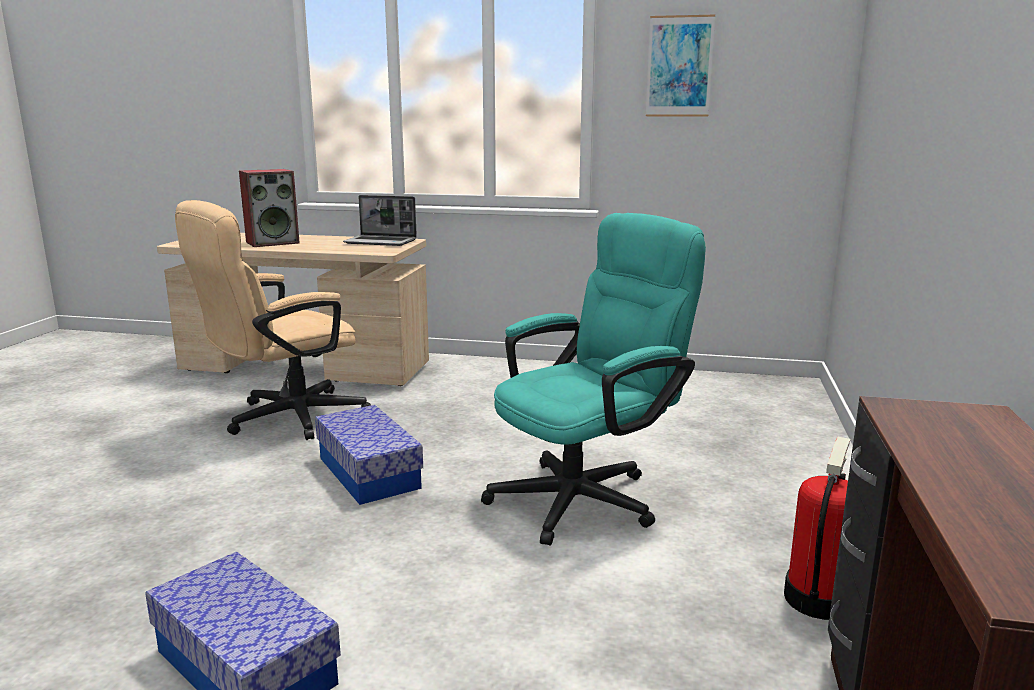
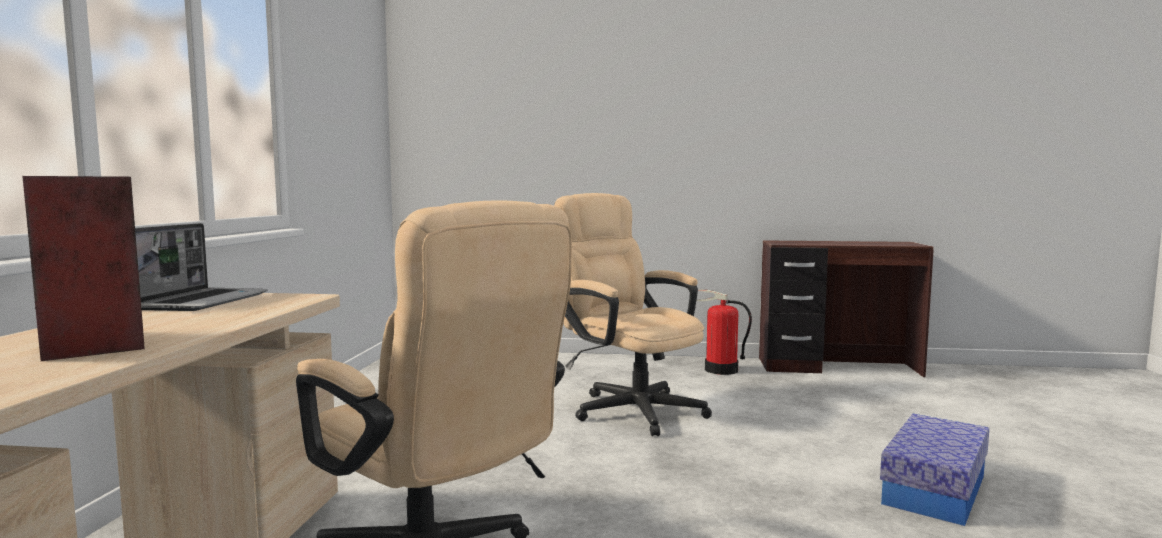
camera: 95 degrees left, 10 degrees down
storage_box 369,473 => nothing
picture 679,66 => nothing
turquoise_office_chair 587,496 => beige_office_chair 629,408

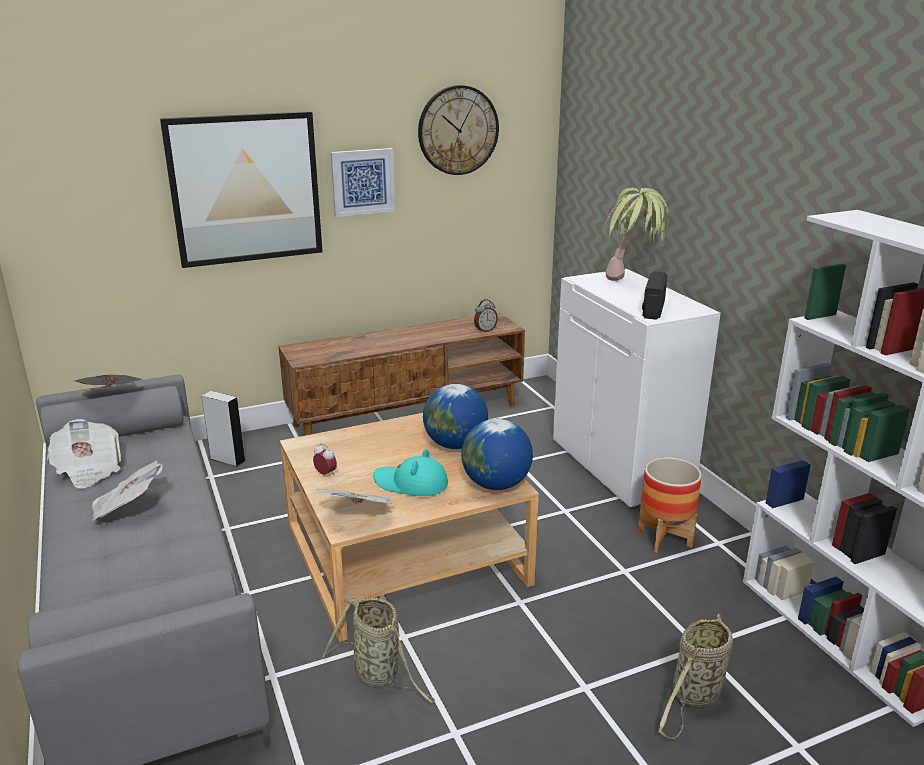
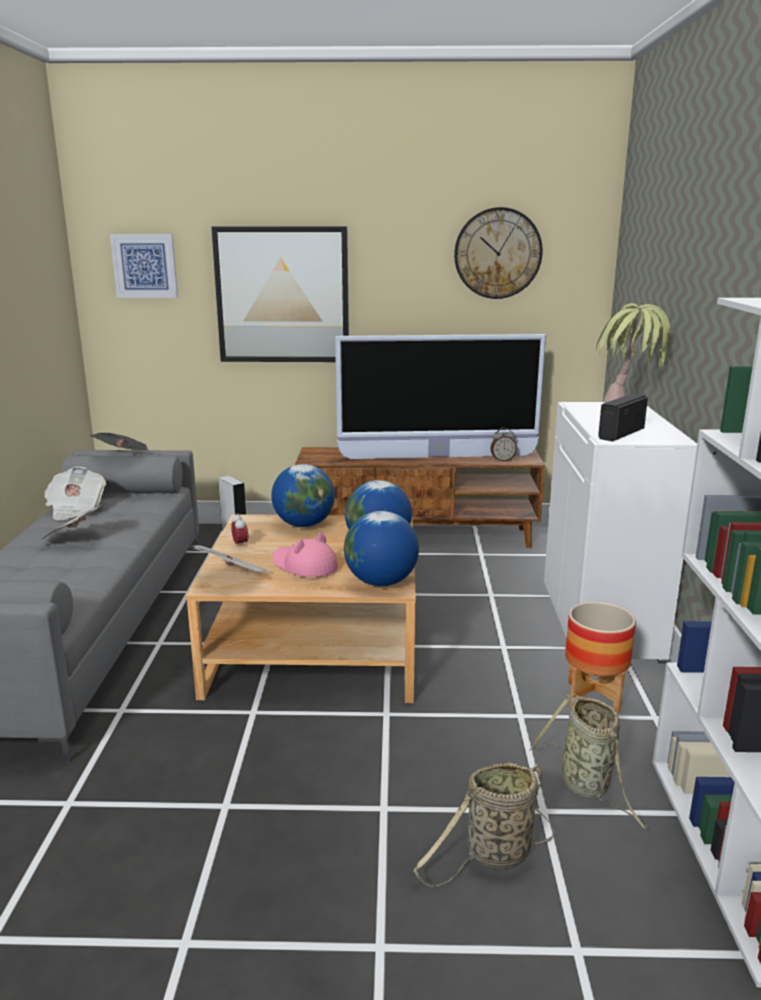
camera: 25 degrees right, 5 degrees down
nothing => globe 304,525
nothing => television 438,457
basket 379,675 => basket 587,787, moved
picture 362,182 => picture 145,266, moved
turquoise_hat 411,483 => pink_hat 304,565

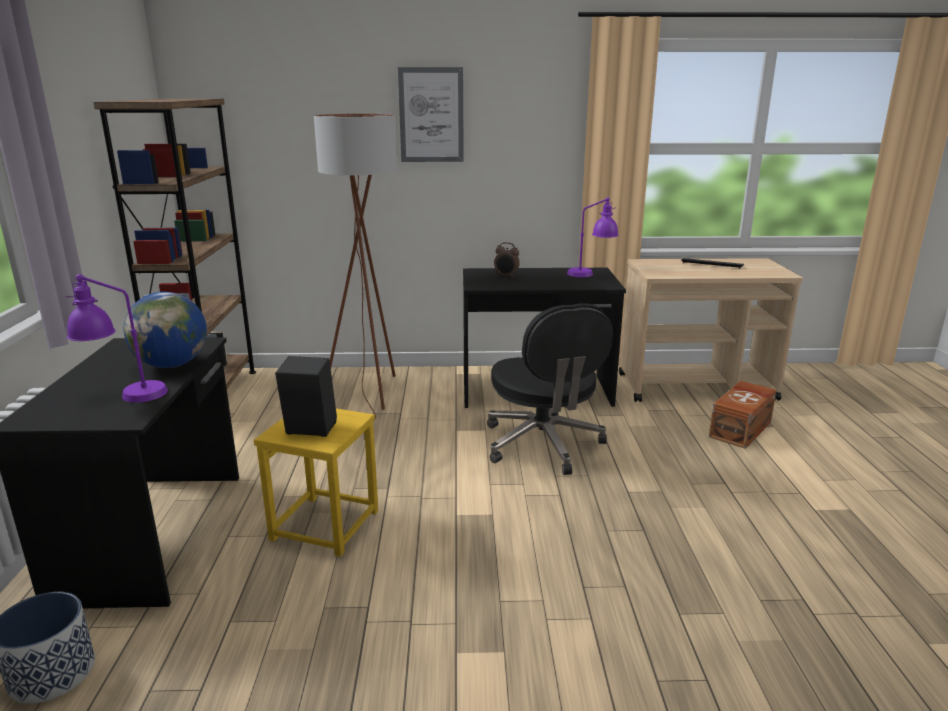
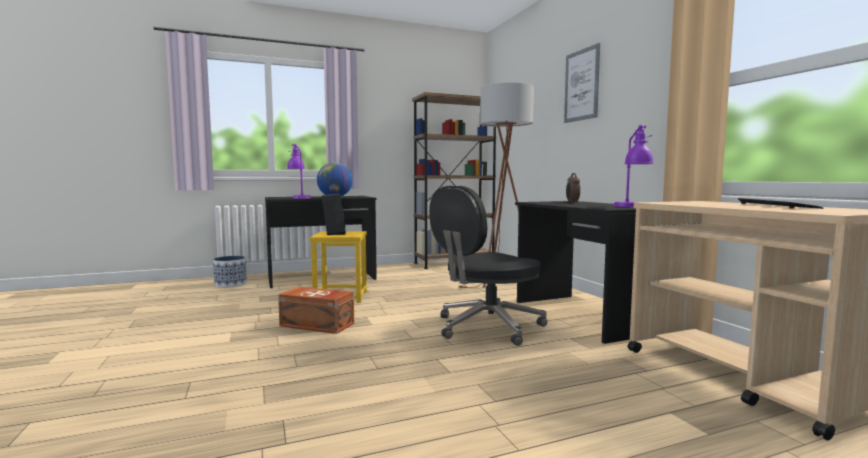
camera: 70 degrees right, 15 degrees down
brown_storage_box 742,429 => brown_storage_box 317,325, moved

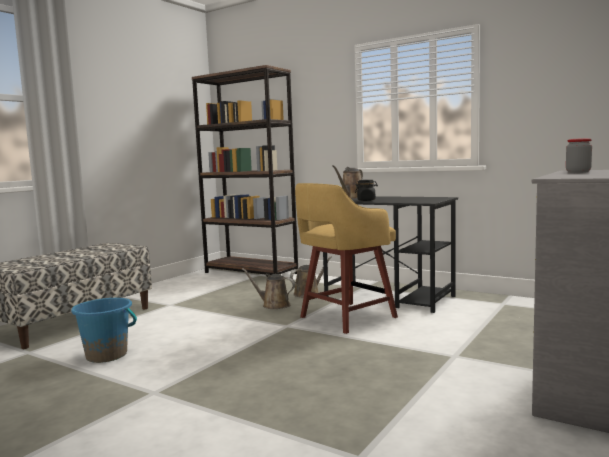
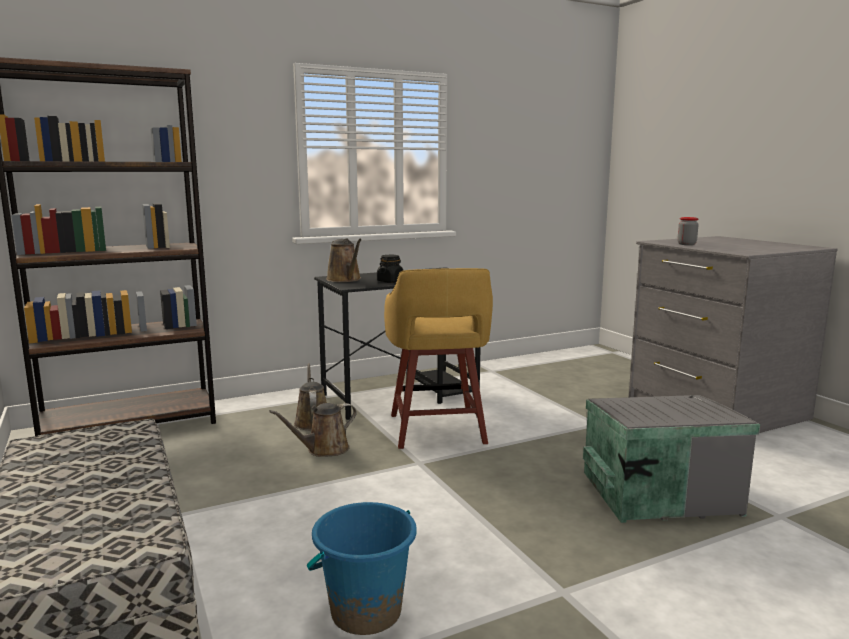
camera: 60 degrees left, 5 degrees up
nothing => grey_storage_box 657,492

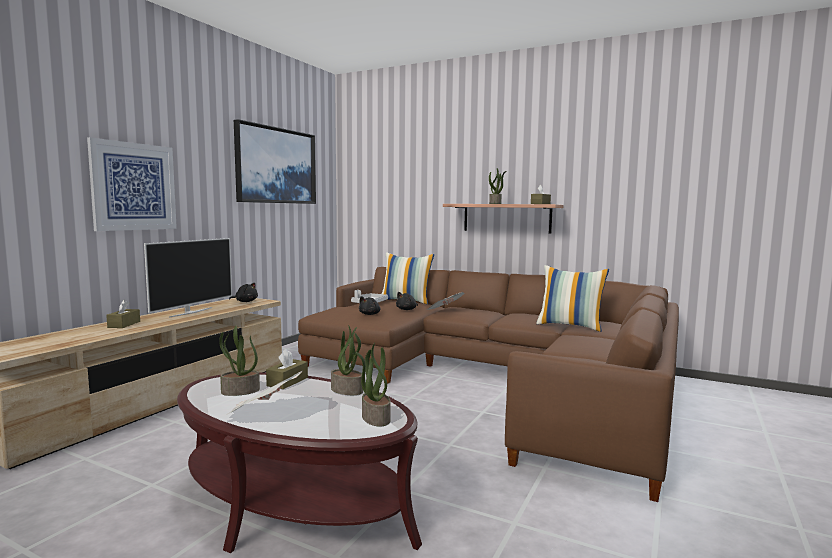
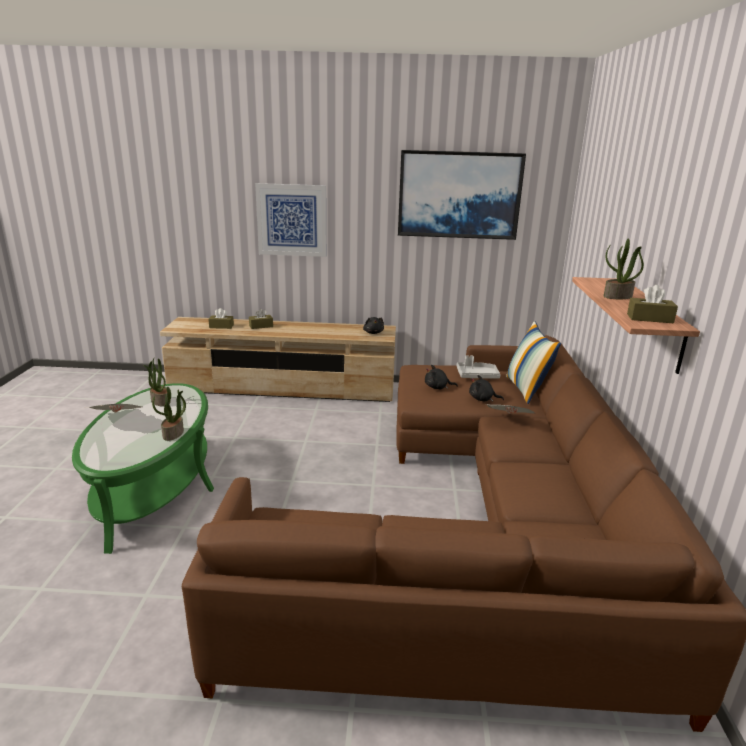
camera: 65 degrees right, 15 degrees up
television 191,312 => nothing
potted_plant 375,418 => nothing
pillow 570,326 => nothing
brown_tissue_box 287,381 => brown_tissue_box 221,326, moved
brown_coffee_table 293,502 => green_coffee_table 155,486

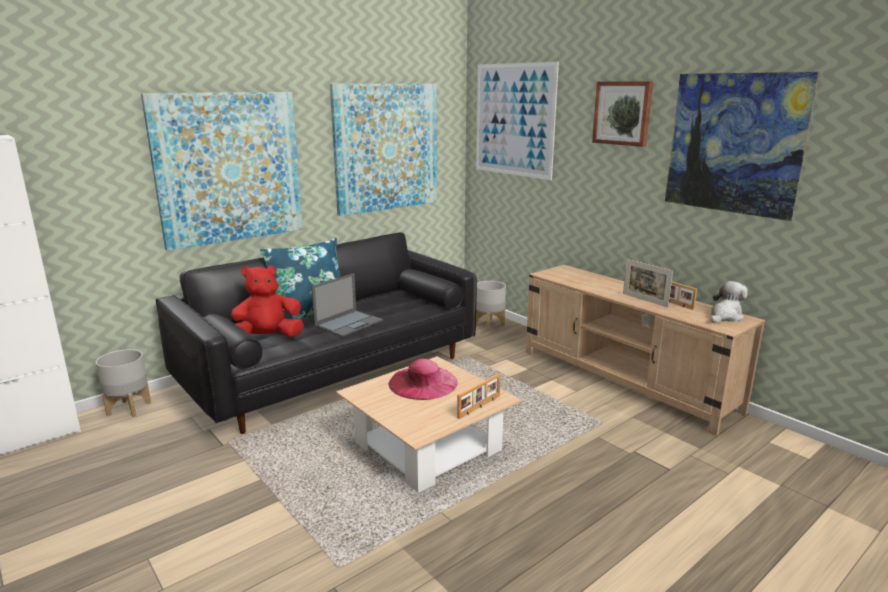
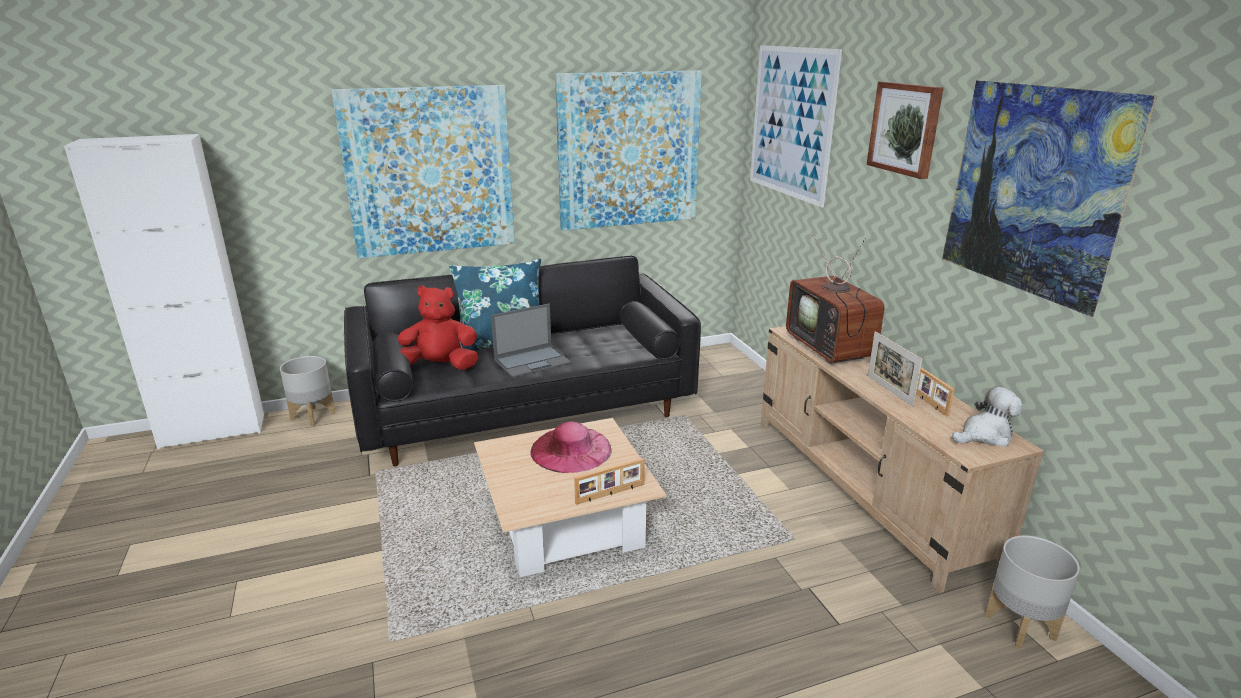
camera: 20 degrees right, 5 degrees up
nothing => television 833,349
grey_planter 489,324 => grey_planter 1020,626, moved

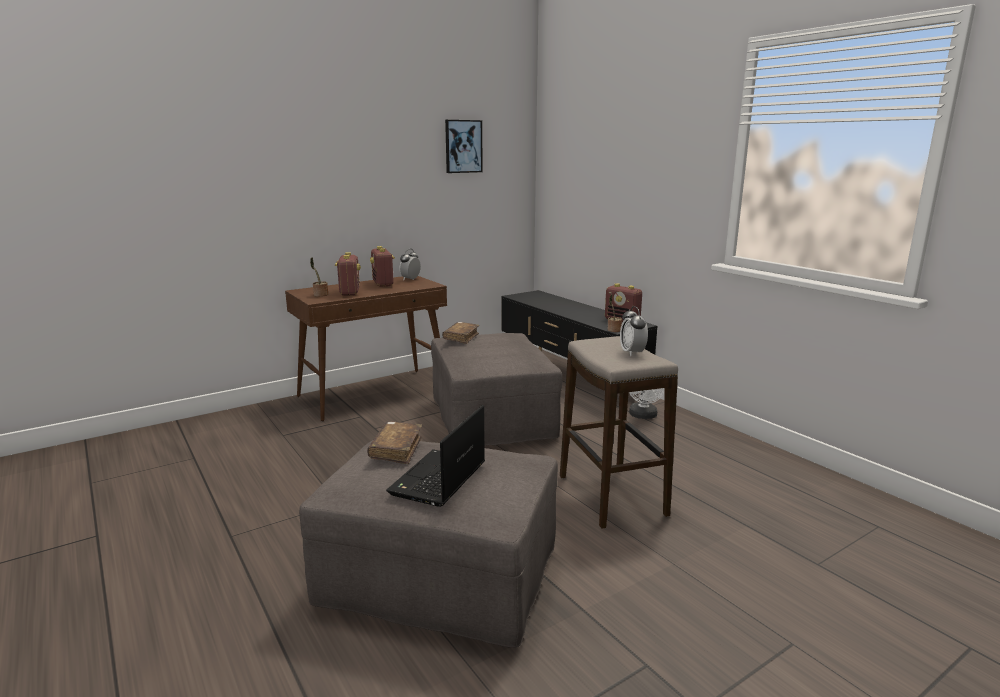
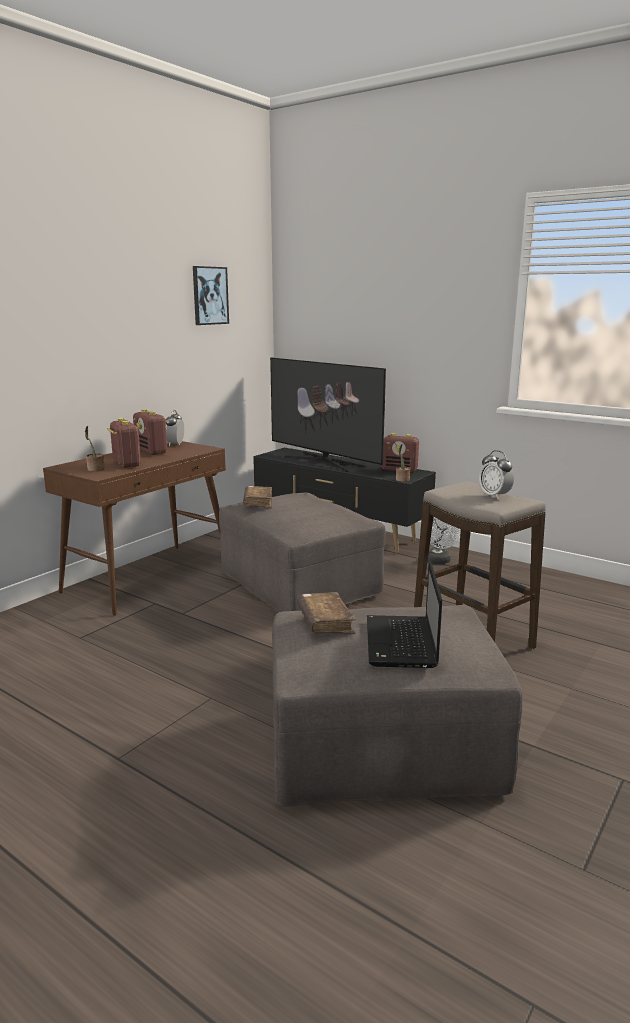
camera: 20 degrees left, 0 degrees up
nothing => television 324,461

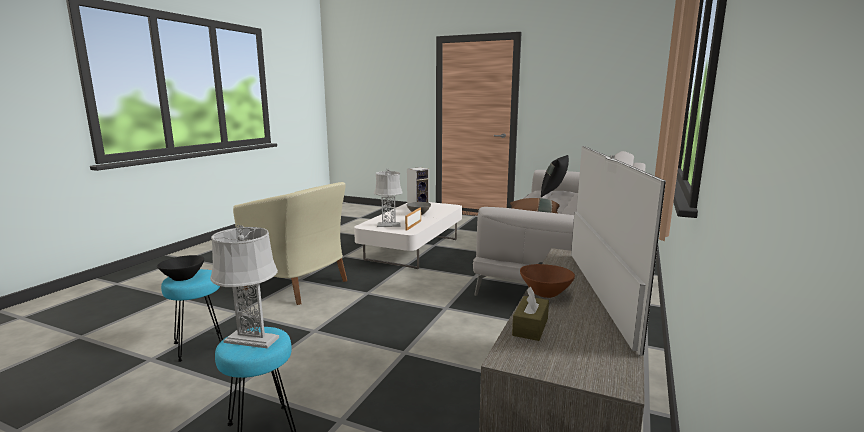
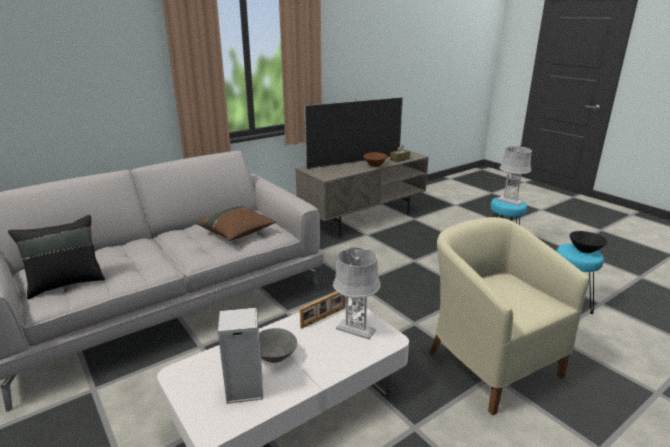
camera: 150 degrees left, 10 degrees up
television 597,293 => television 354,162, 150 degrees counterclockwise

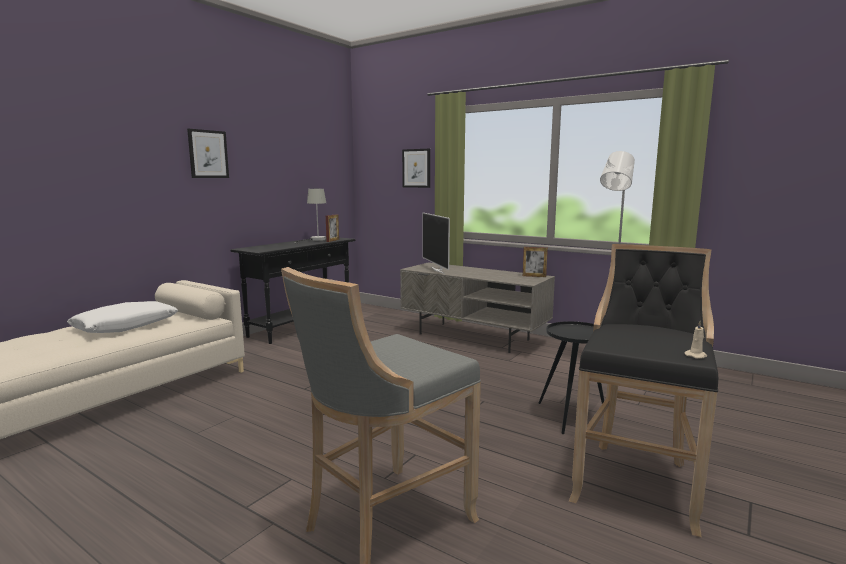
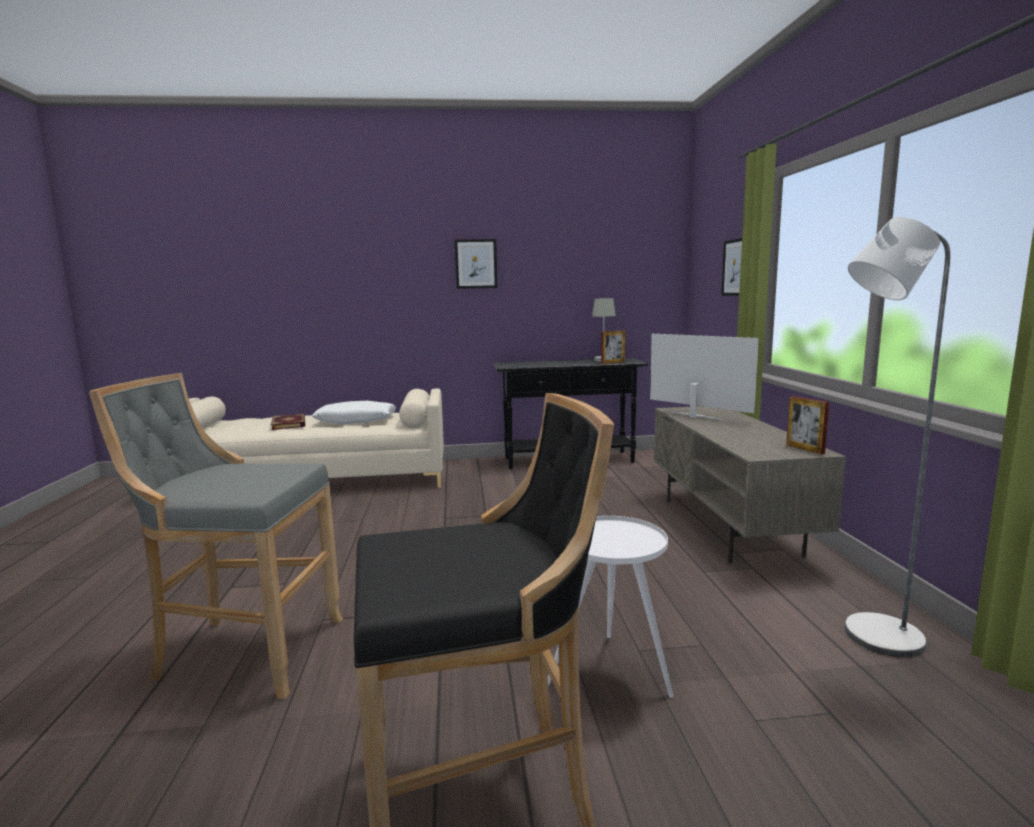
camera: 50 degrees right, 0 degrees up
beige_candle 696,355 => nothing
nothing => book 289,424
black_side_table 572,416 => white_side_table 611,674
television 438,270 => television 695,416, 105 degrees clockwise

